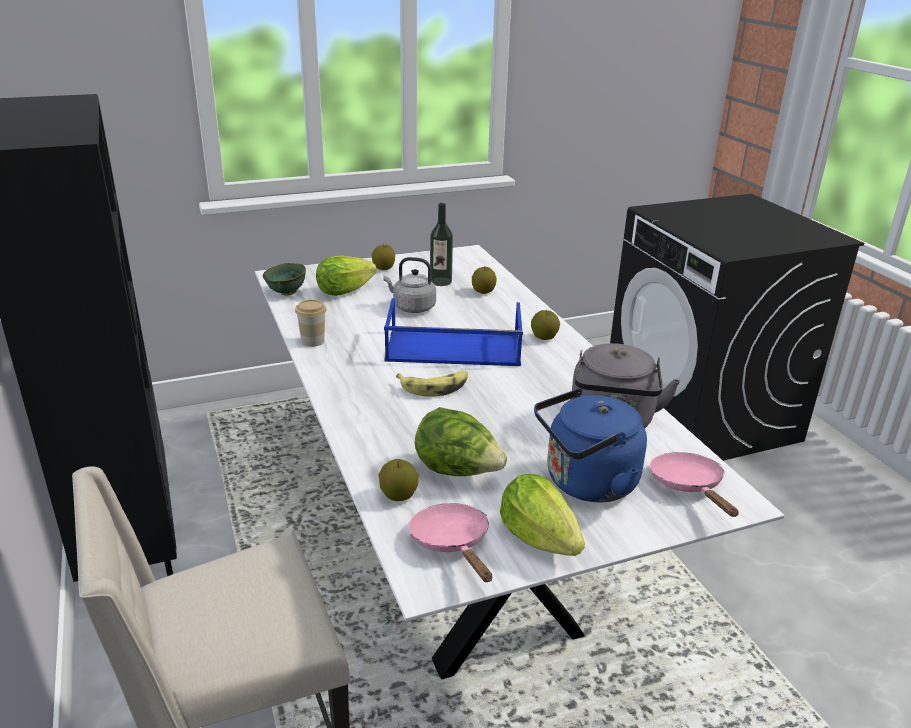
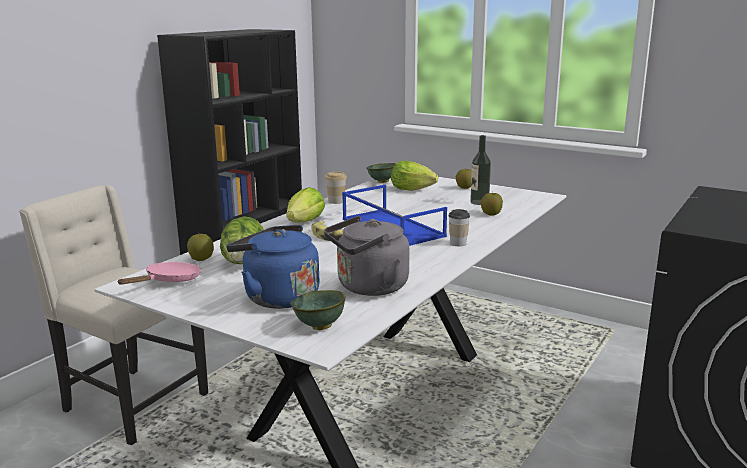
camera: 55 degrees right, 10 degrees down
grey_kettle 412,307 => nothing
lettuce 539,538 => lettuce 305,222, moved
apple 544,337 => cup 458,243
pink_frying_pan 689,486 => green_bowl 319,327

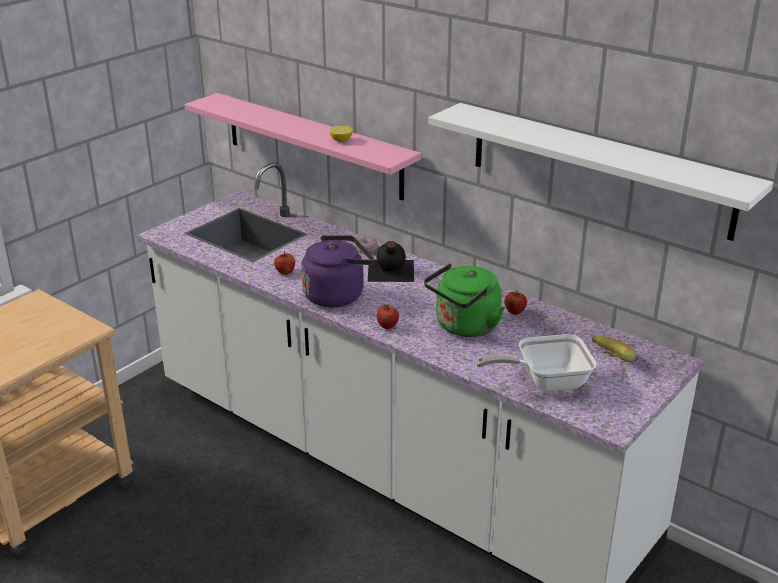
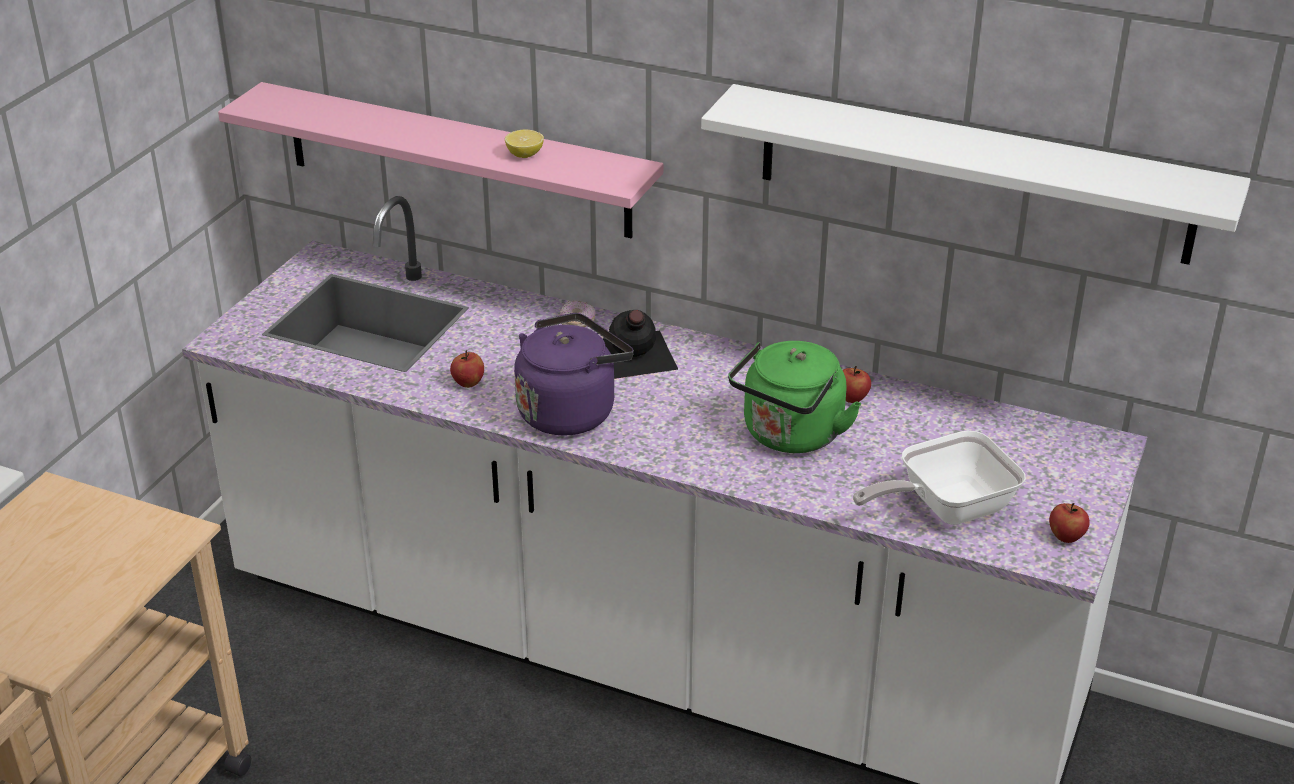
camera: 15 degrees left, 5 degrees up
banana 606,361 => nothing
apple 387,326 => apple 1066,537, moved

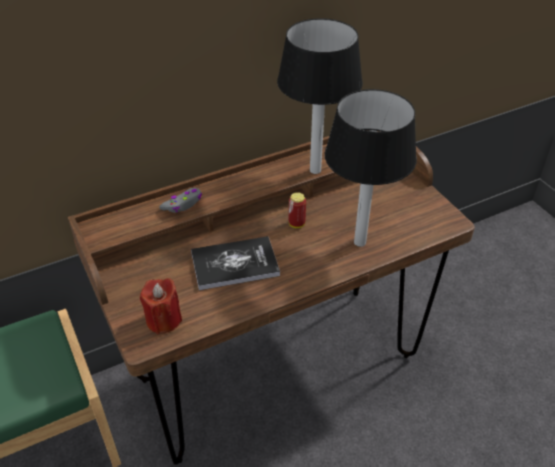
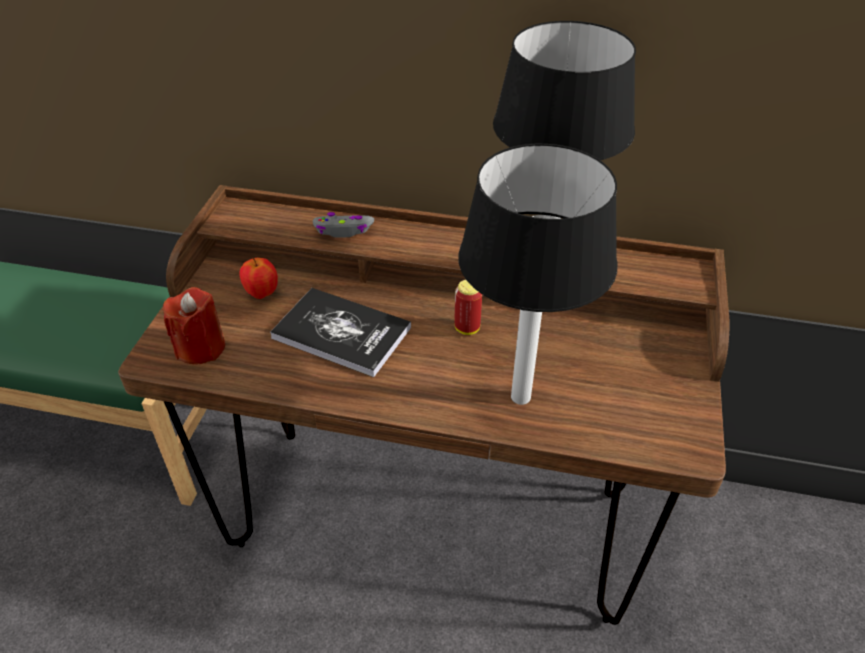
camera: 40 degrees right, 0 degrees up
nothing => apple 262,293

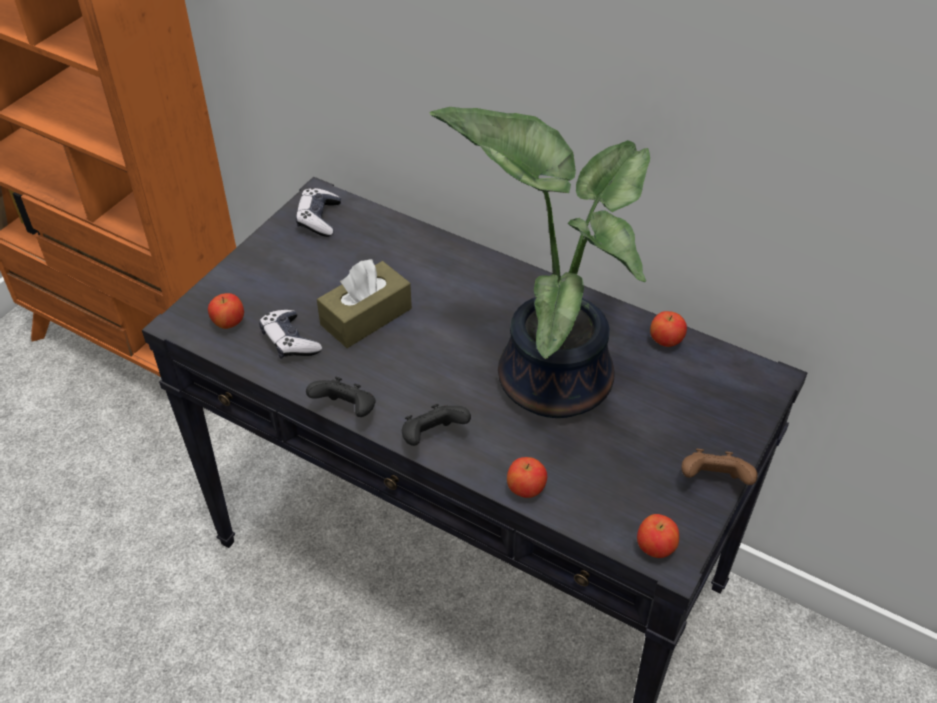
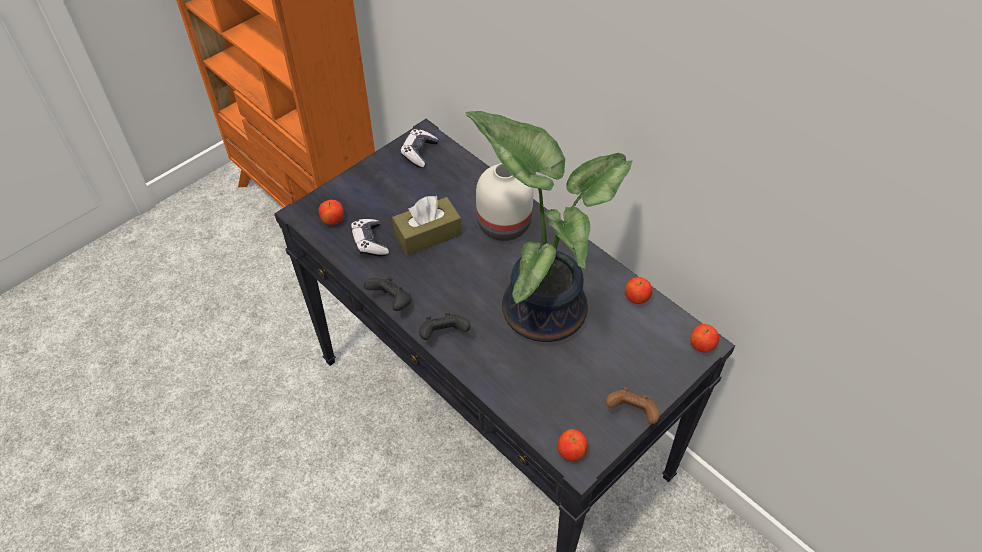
camera: 15 degrees right, 5 degrees up
nothing => white_vase 502,225
apple 525,489 => apple 701,346, moved

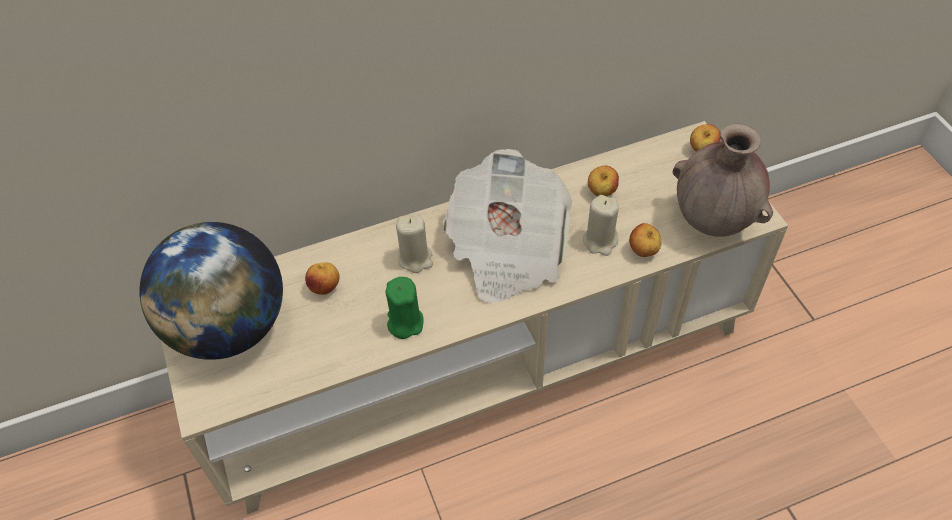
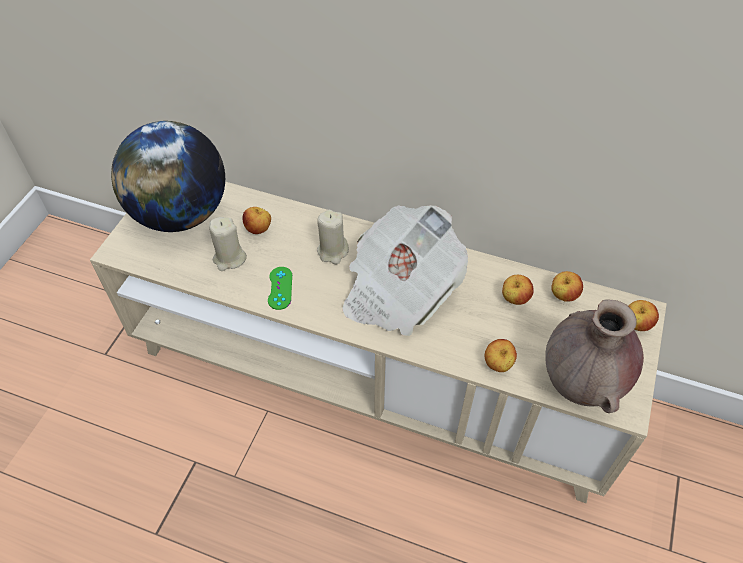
camera: 40 degrees right, 0 degrees up
nothing => apple 563,296
beige_candle 600,241 => beige_candle 229,258, moved
green_candle 405,322 => green_game_controller 280,288

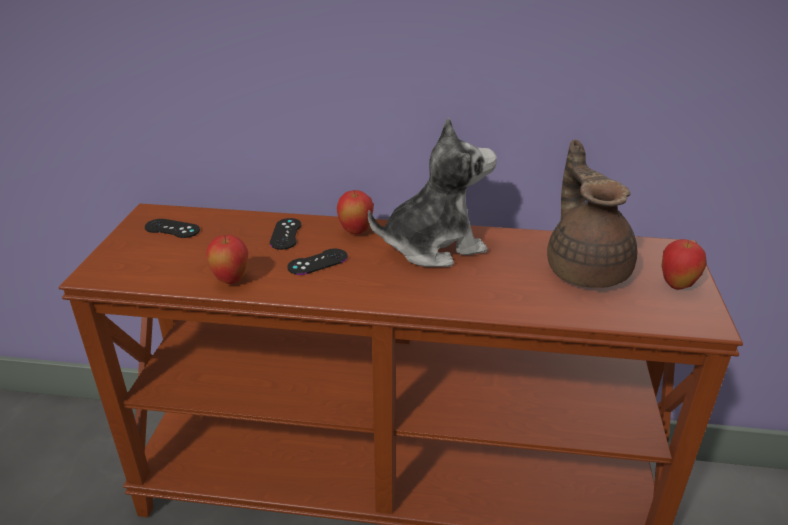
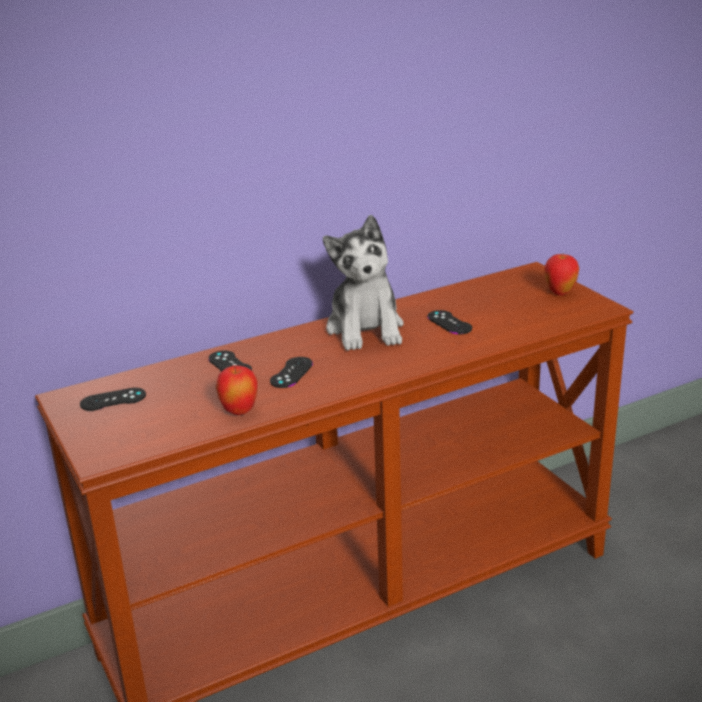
camera: 35 degrees left, 5 degrees down
apple 356,232 => nothing
brown_teapot 586,268 => nothing
nothing => black_game_controller 449,323
plush_toy 433,246 => plush_toy 366,329, 135 degrees clockwise

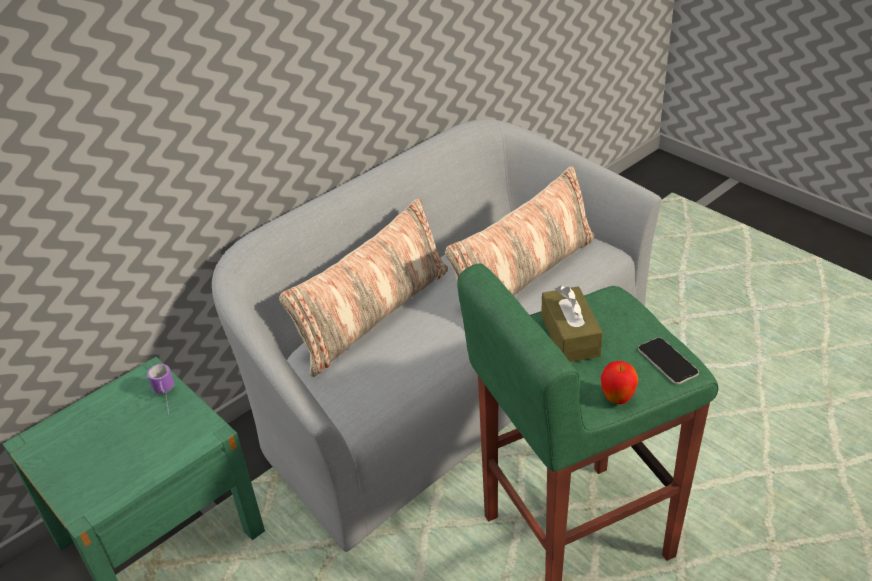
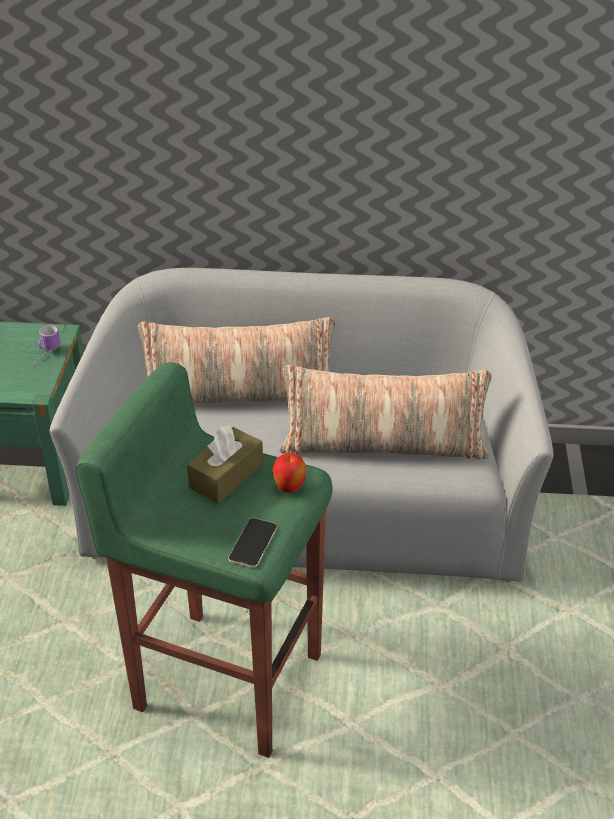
camera: 45 degrees right, 0 degrees up
apple 617,399 => apple 289,488, moved

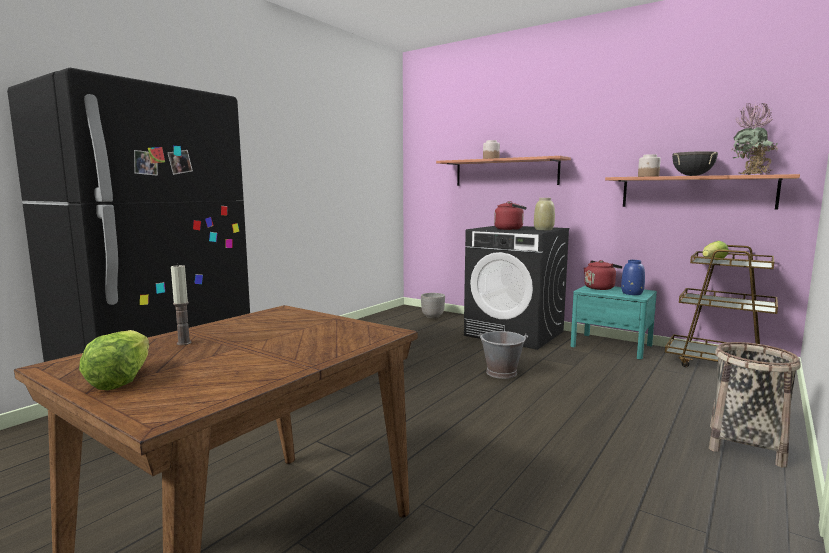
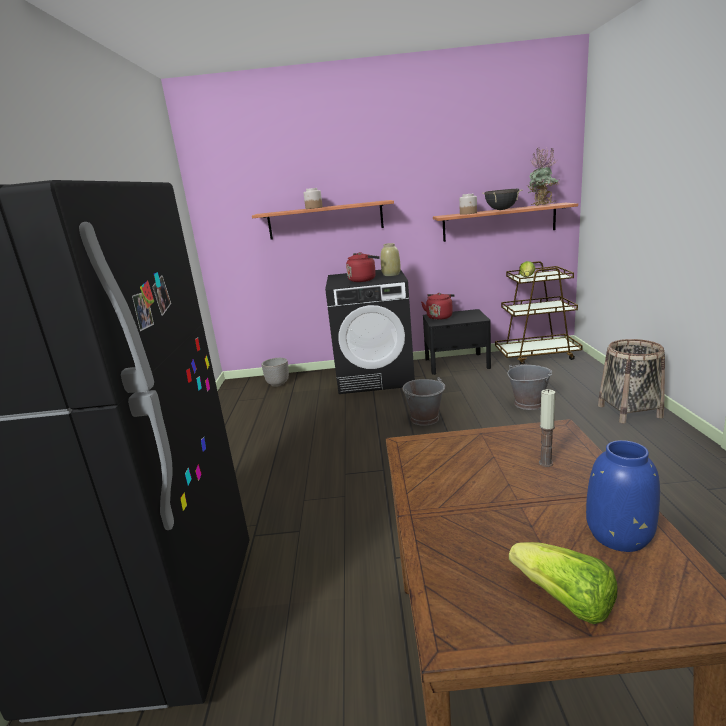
camera: 35 degrees left, 10 degrees up
nothing => grey_bucket 528,403
candle 184,343 => candle 545,463, moved
blue_vase 632,293 => blue_vase 618,534, moved
turquoise_nightstand 611,346 => black_nightstand 456,363

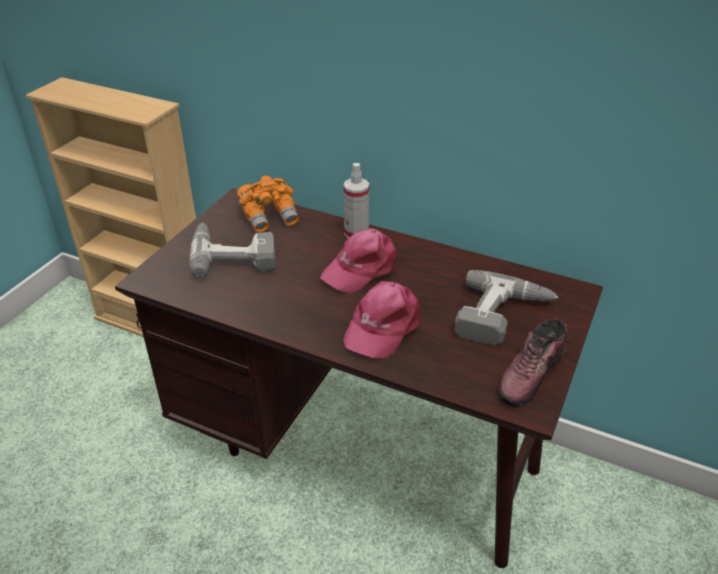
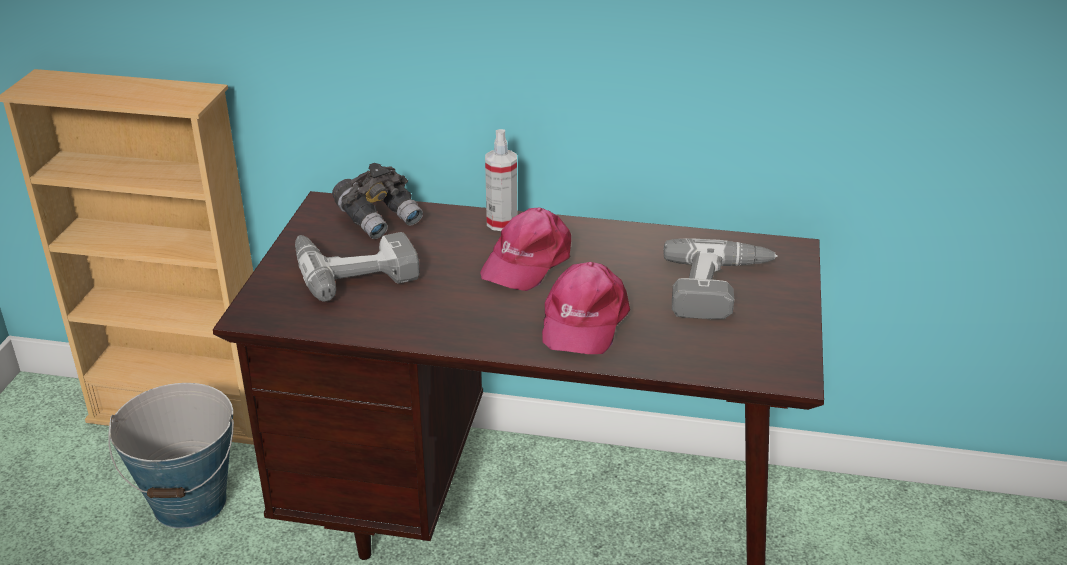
camera: 15 degrees left, 5 degrees down
shoe 531,374 => nothing
nothing => bucket 190,502
orange_binoculars 270,217 => grey_binoculars 380,219

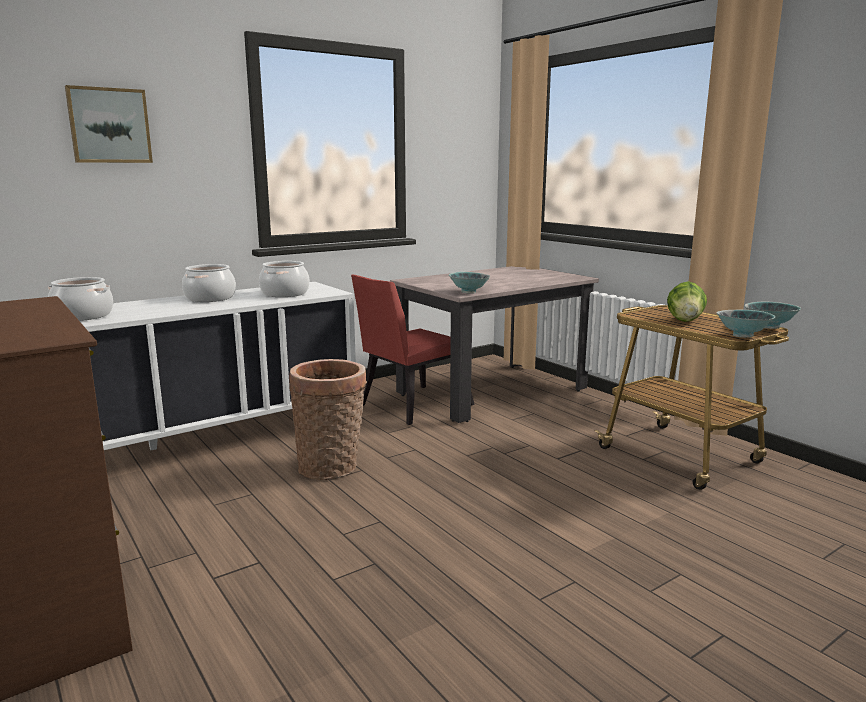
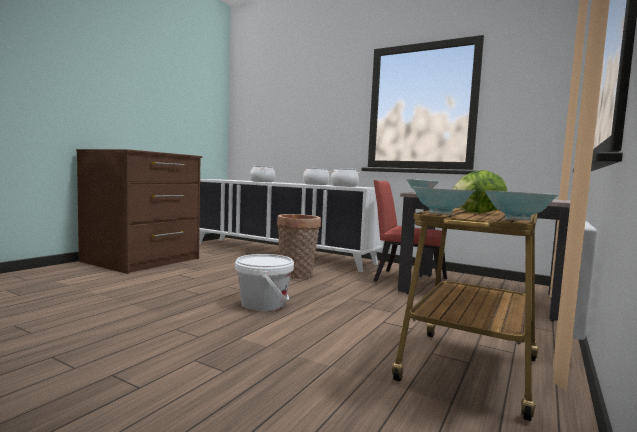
camera: 65 degrees right, 10 degrees down
picture 109,126 => nothing
nothing => white_bucket 263,304

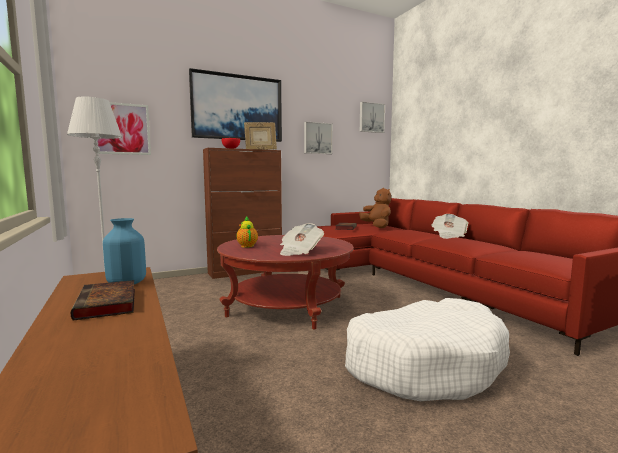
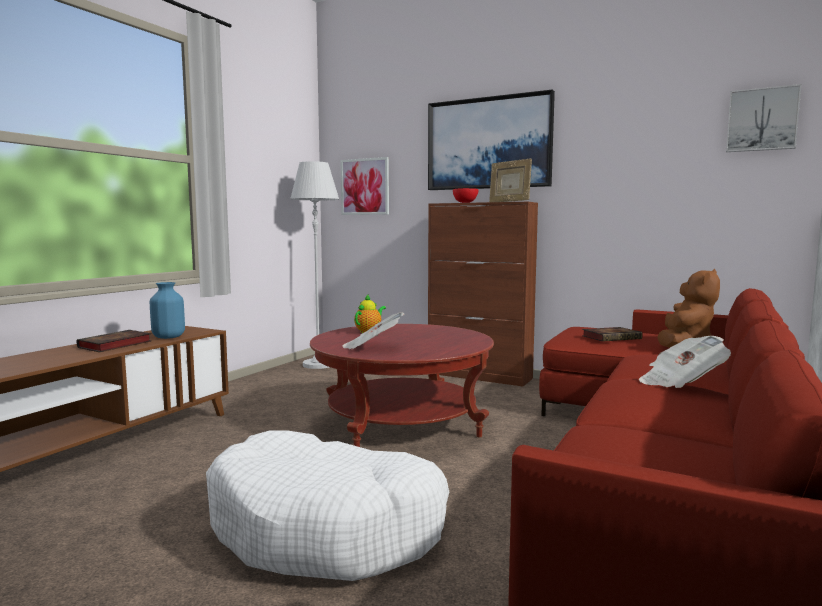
camera: 55 degrees right, 0 degrees up
picture 317,138 => nothing

